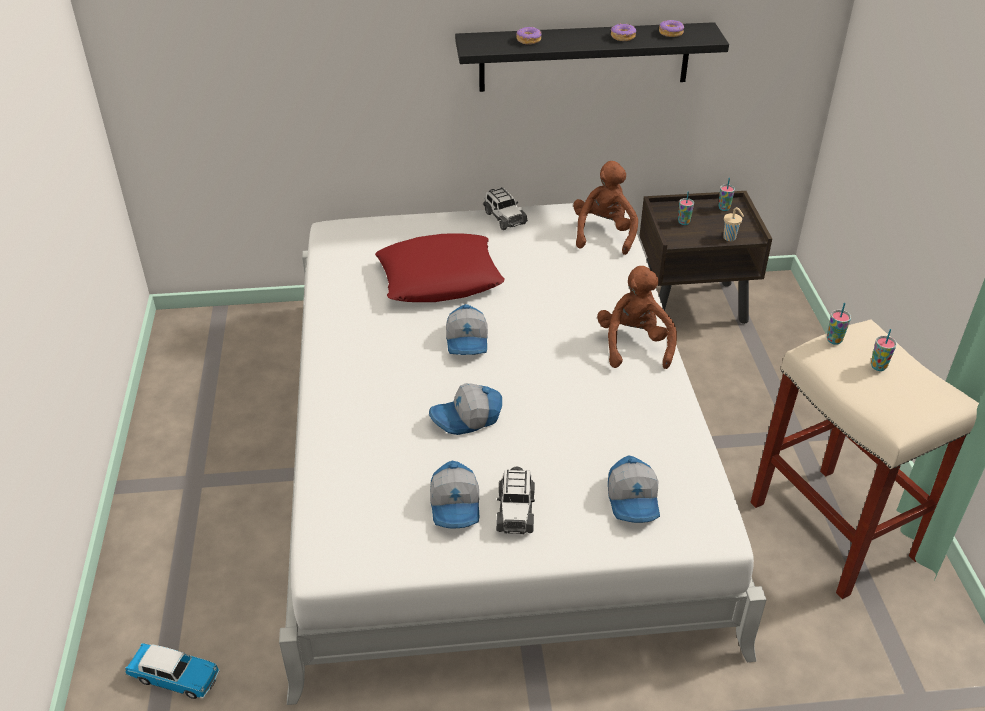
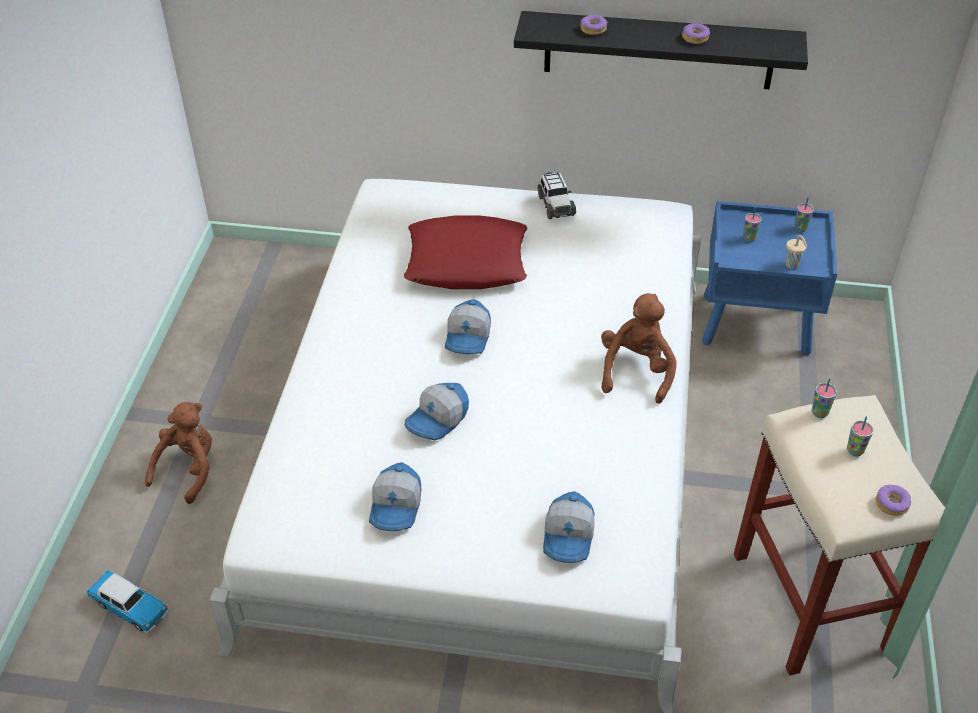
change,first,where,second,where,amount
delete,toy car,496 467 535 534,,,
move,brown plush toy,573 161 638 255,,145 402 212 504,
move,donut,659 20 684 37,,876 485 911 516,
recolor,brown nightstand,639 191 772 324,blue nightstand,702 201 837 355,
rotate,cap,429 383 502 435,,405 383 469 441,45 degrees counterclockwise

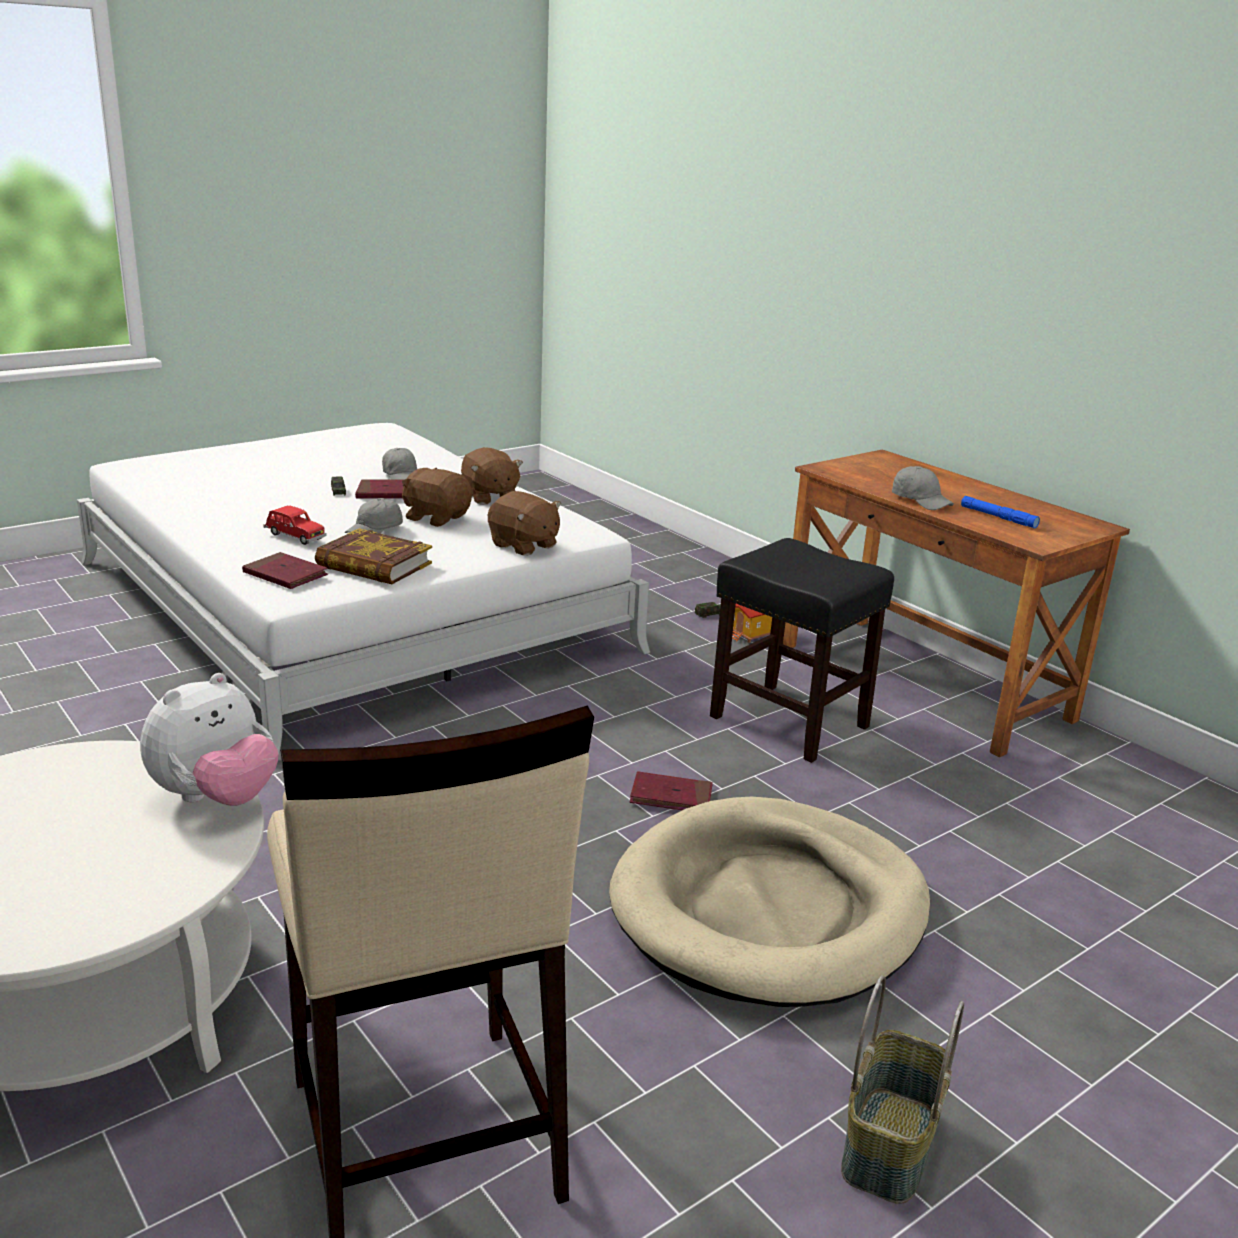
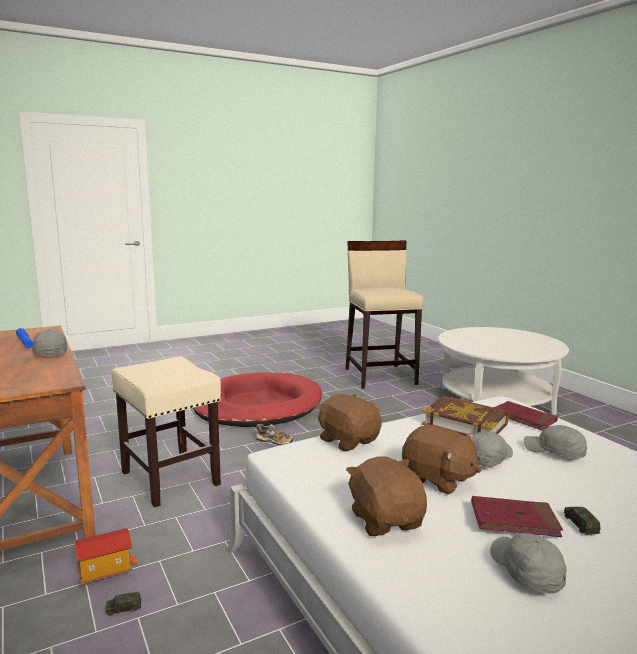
change,first,where,second,where,amount
delete,plush toy,140 673 278 806,,,
delete,basket,841 975 964 1204,,,
replace,red toy car,263 505 327 545,grey cap,524 425 587 458,
replace,red book,630 771 713 810,shoe,256 424 294 446,
recolor,beige dog bed,609 797 930 1007,red dog bed,193 373 322 427,
recolor,black stool,710 538 894 763,beige stool,111 356 221 508,

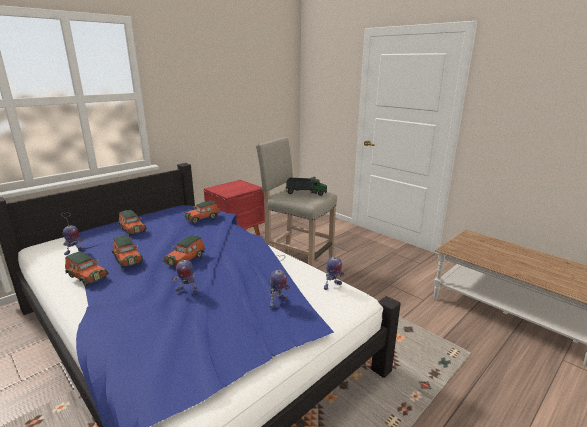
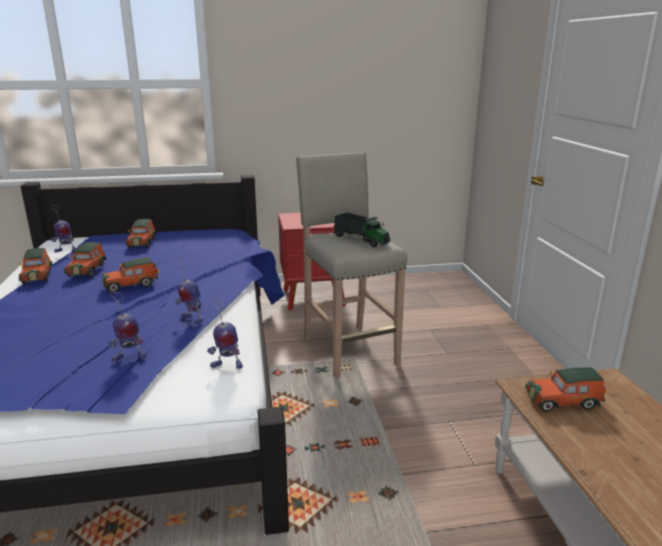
change,first,where,second,where,amount
move,toy robot,172 244 198 293,,175 259 203 325,
move,toy car,184 200 220 224,,525 367 607 412,

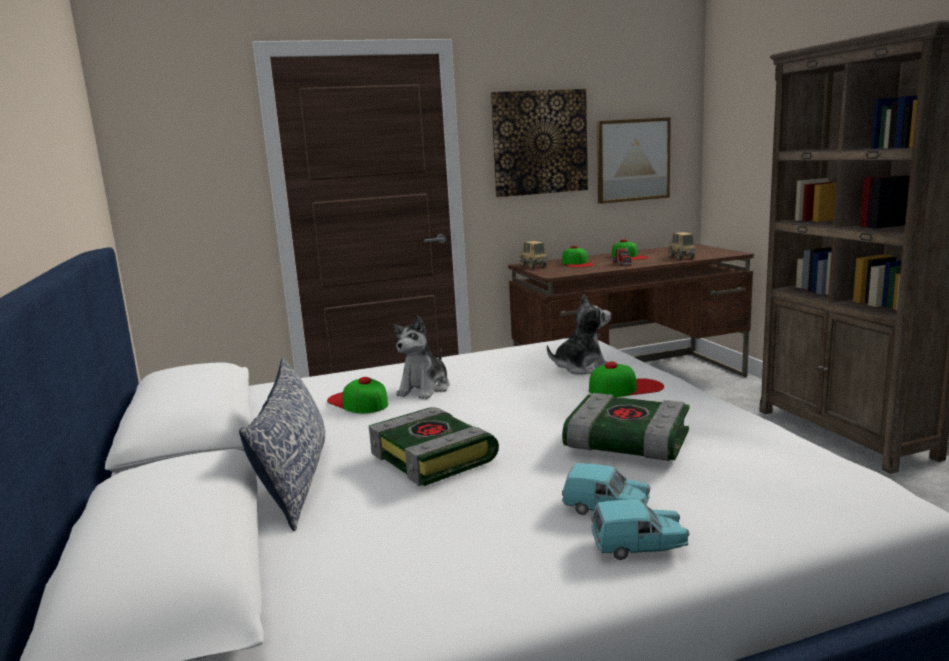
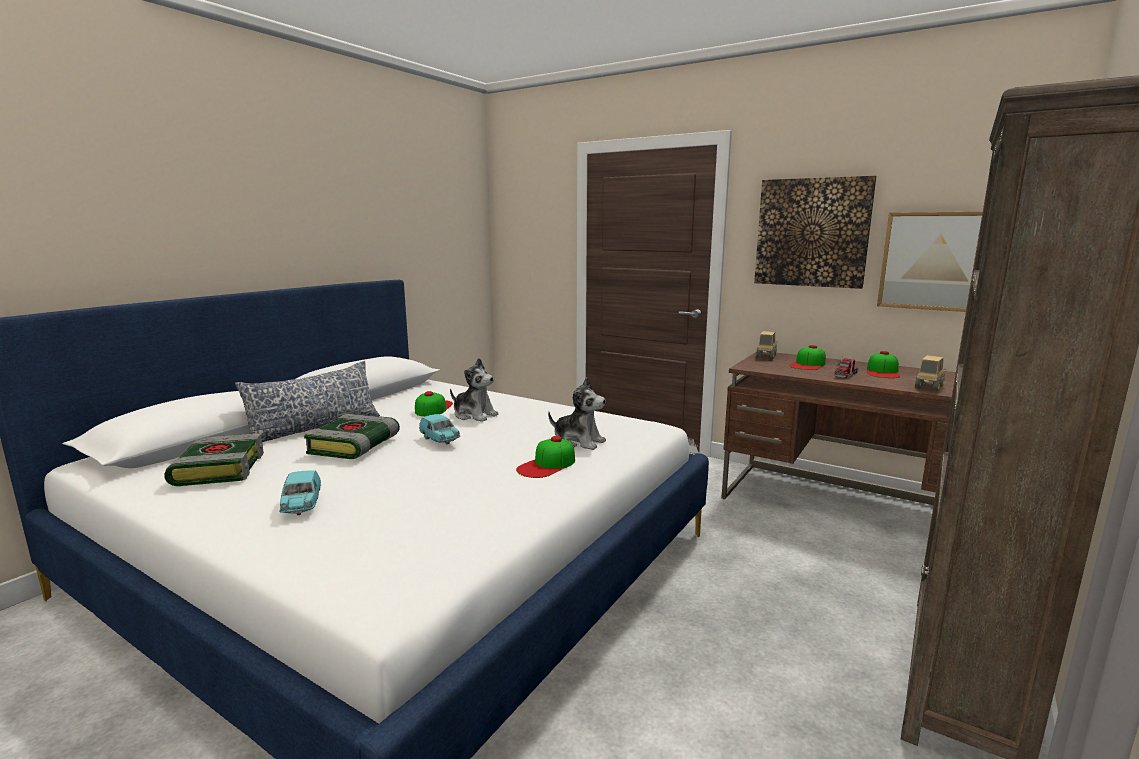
change,first,where,second,where,amount
move,book,562 393 689 461,,164 433 264 486,
move,turquoise toy car,591 499 689 560,,419 414 460 444,
rotate,plush toy,393 315 450 399,,450 358 499 422,135 degrees counterclockwise
rotate,cap,589 362 664 397,,516 436 575 478,90 degrees clockwise

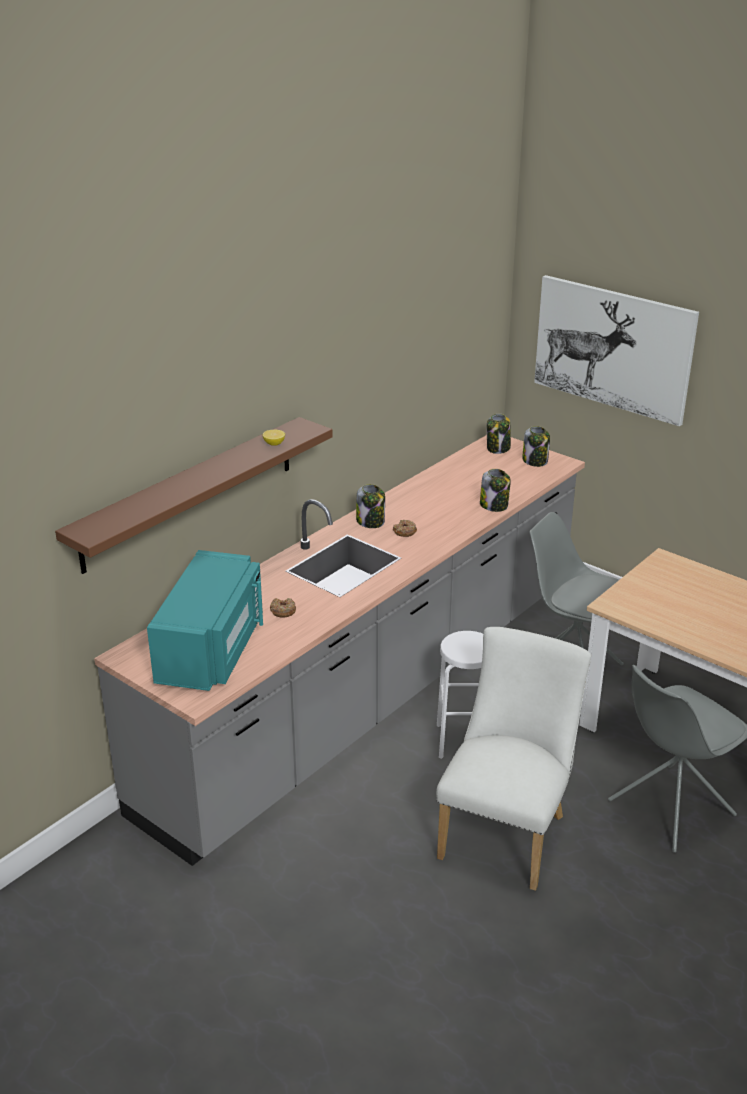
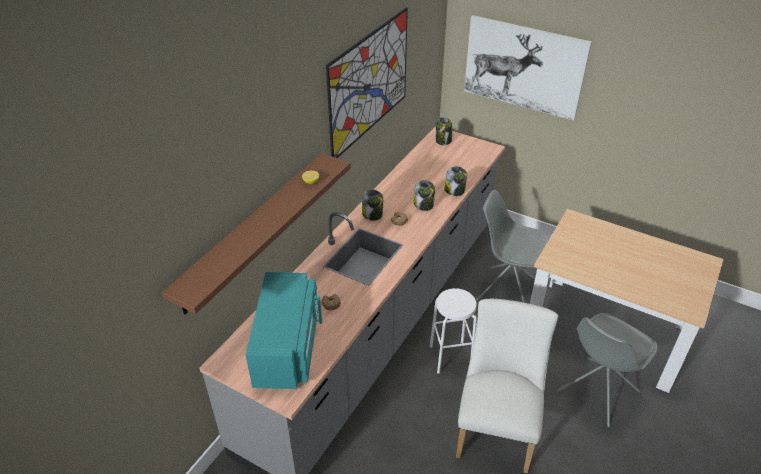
change,first,where,second,where,amount
insert,,,picture,326 8 408 158,
move,jar,522 426 550 467,,414 180 435 211,

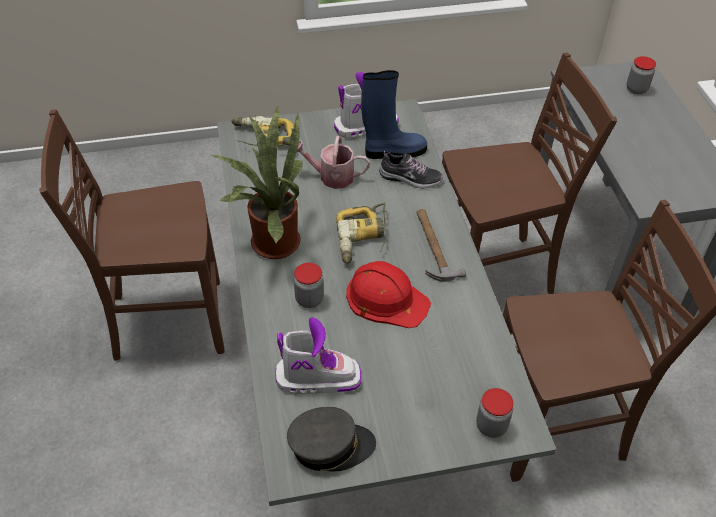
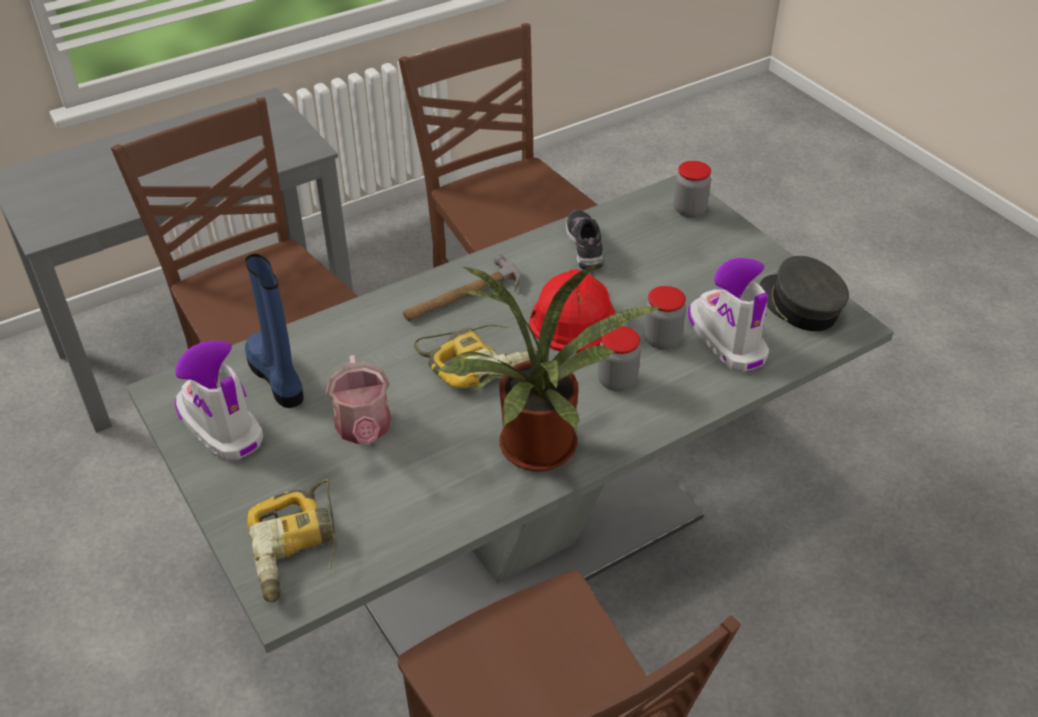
change,first,where,second,where,amount
move,shoe,379 151 443 189,,566 210 604 270,
move,jar,627 56 656 94,,644 286 686 349,

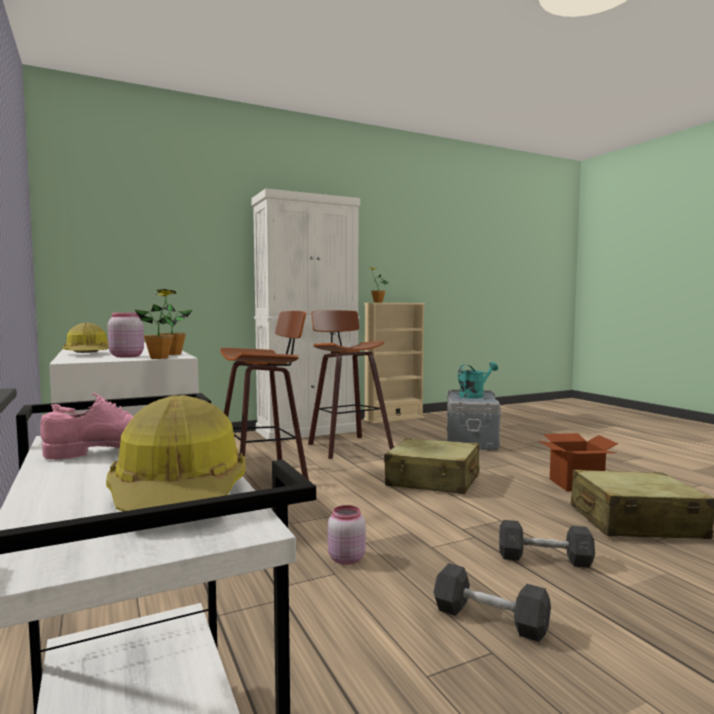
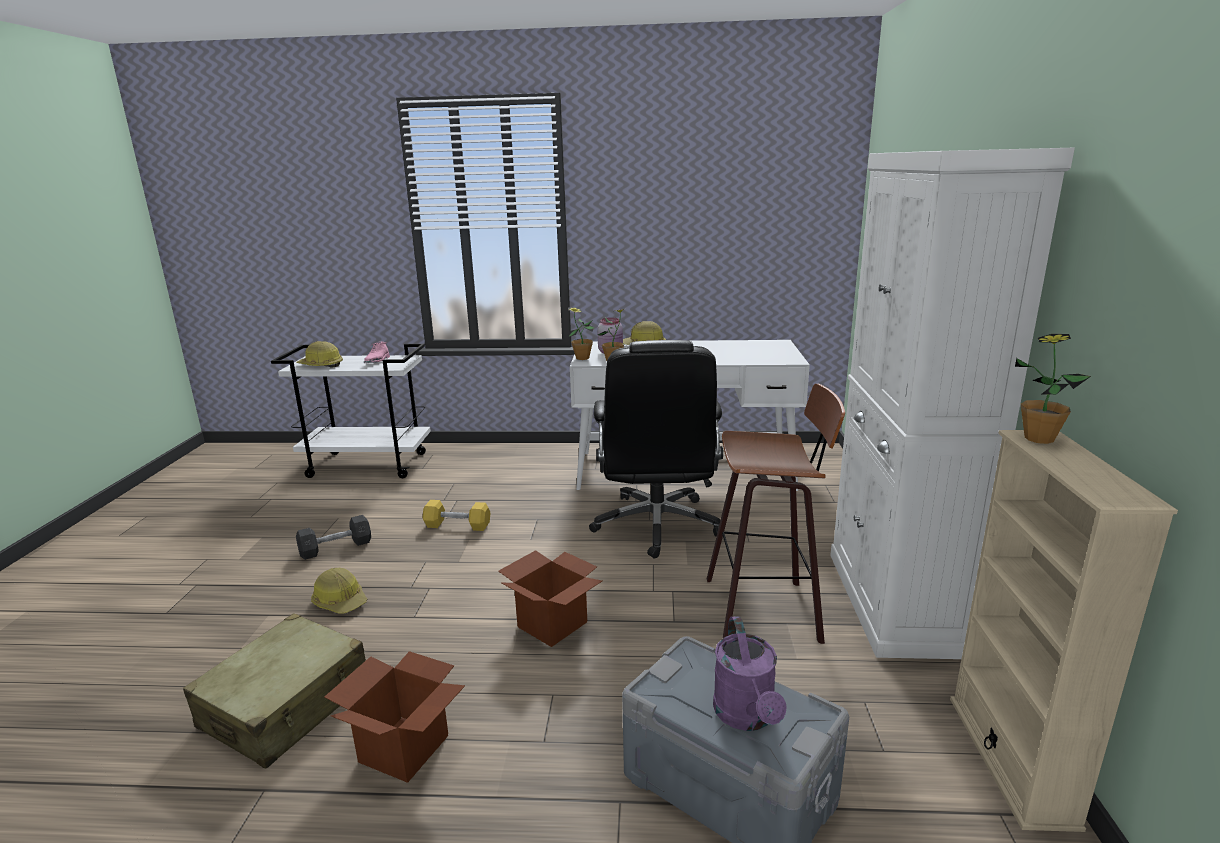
change,first,where,second,where,amount
replace,stool,220 311 309 480,black office chair,589 340 723 559,
replace,pink jar,328 505 366 565,yellow dumbbell,422 500 491 531,
replace,beige suitcase,384 438 479 494,cardboard box,498 550 602 647,
replace,grey dumbbell,499 520 595 568,hard hat,311 568 368 614,
recolor,turquoise watering can,458 362 498 399,purple watering can,713 616 787 731,

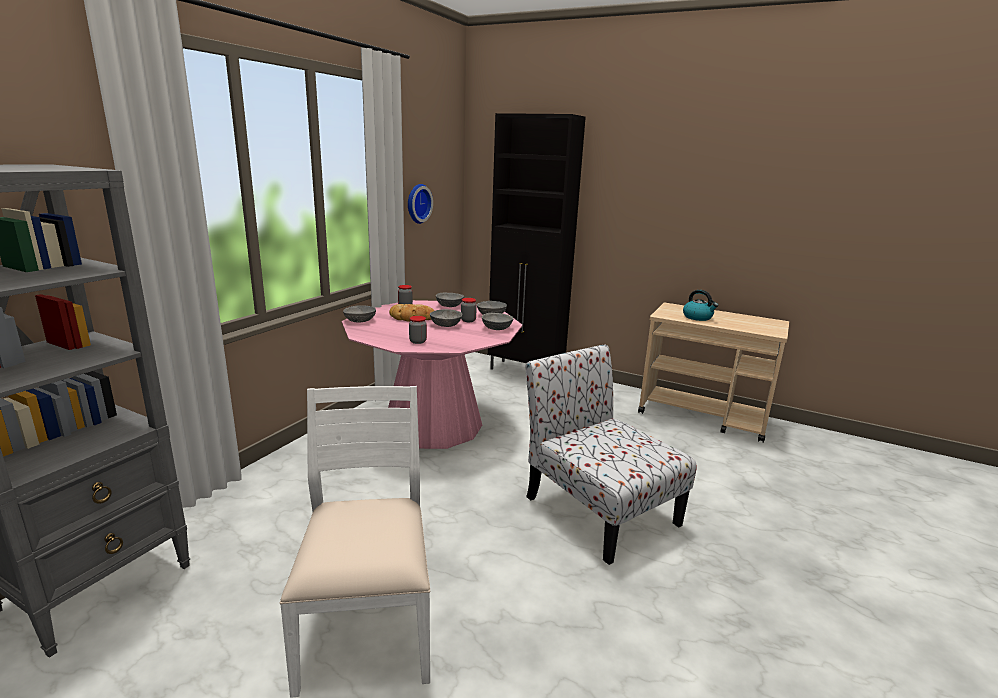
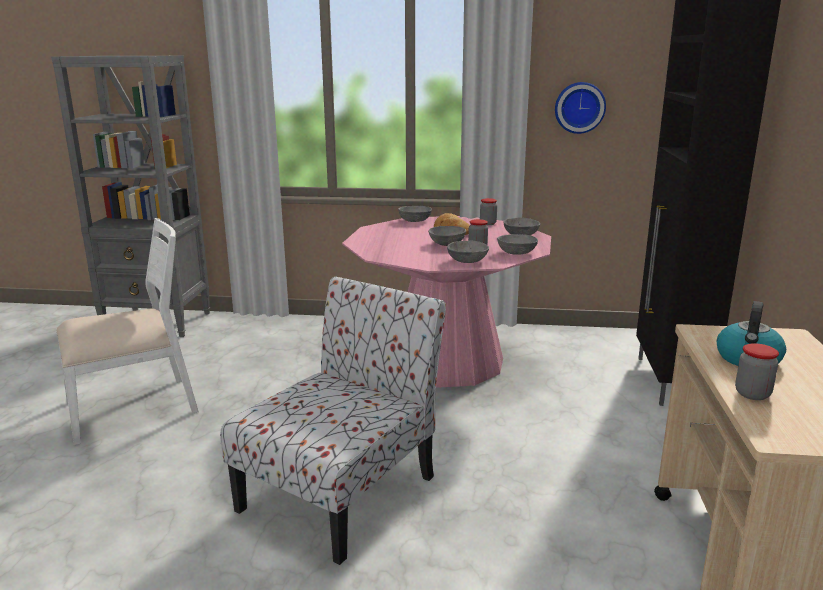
change,first,where,second,where,amount
move,jar,409 316 427 344,,735 343 779 400,

